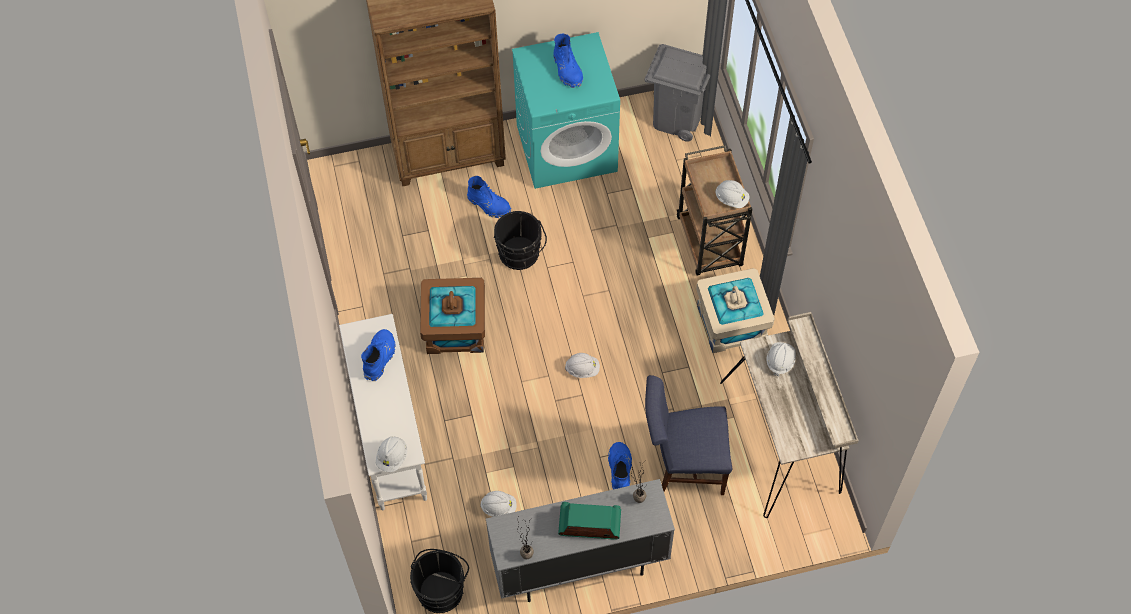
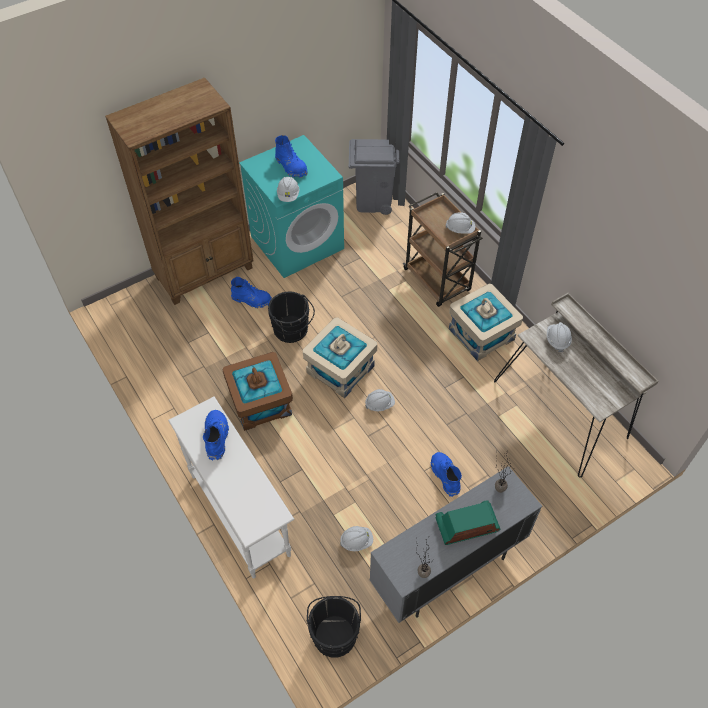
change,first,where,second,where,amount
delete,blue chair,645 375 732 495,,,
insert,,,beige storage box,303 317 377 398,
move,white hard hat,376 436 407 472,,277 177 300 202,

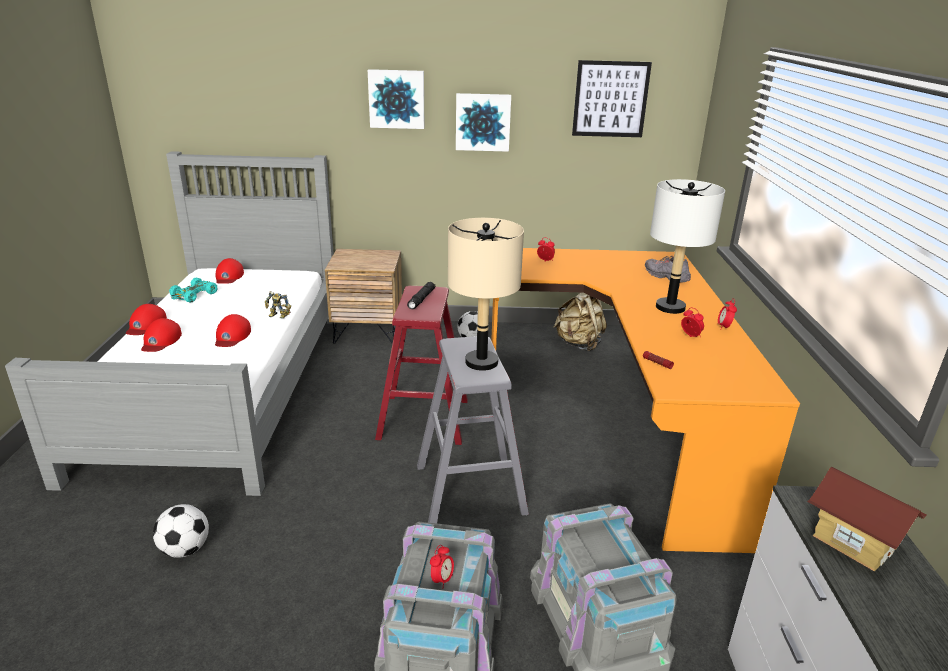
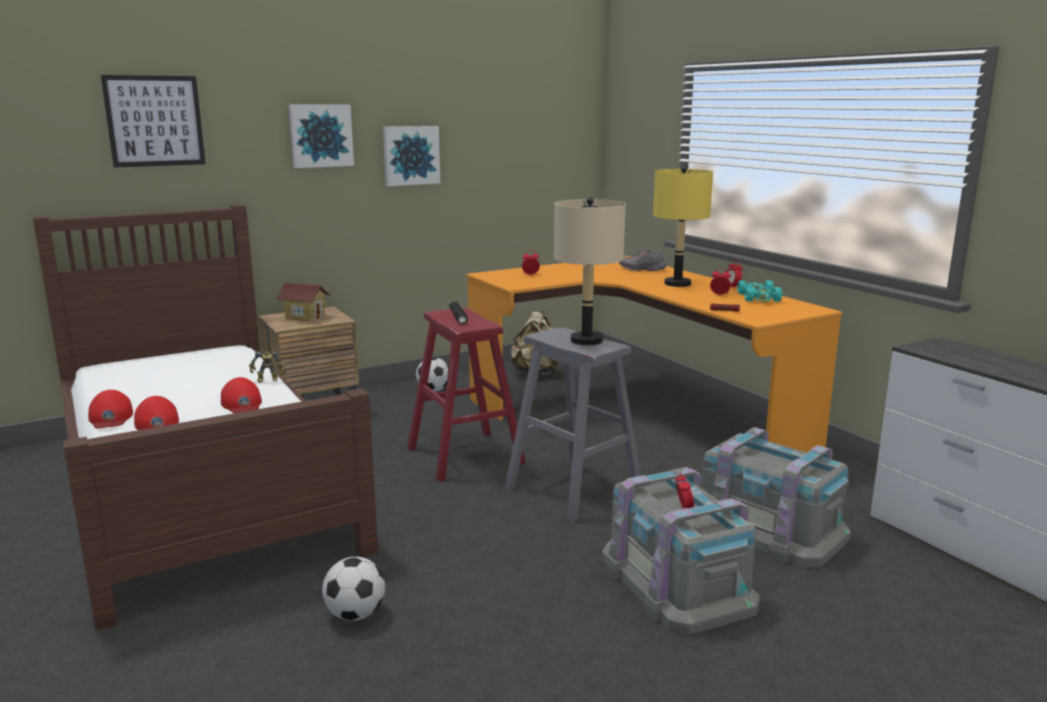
change,first,where,second,where,amount
delete,red cap,216 258 244 284,,,
move,turquoise toy car,169 277 218 303,,737 280 782 302,
move,picture,572 60 652 137,,101 75 206 168,
move,toy house,807 467 927 572,,275 283 331 321,
recolor,grey bed,5 151 337 496,brown bed,33 205 378 631,
recolor,grey table lamp,650 179 725 314,yellow table lamp,653 166 713 287,

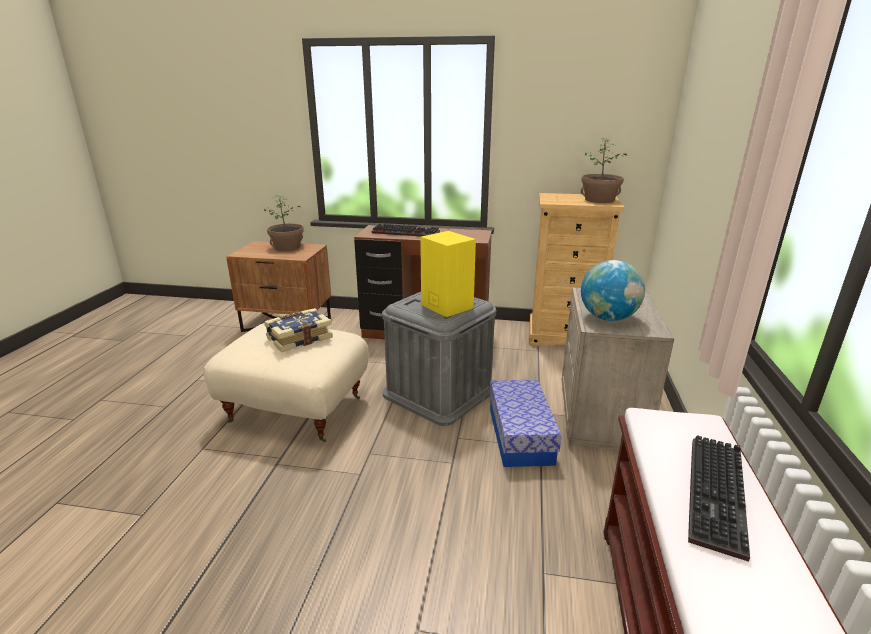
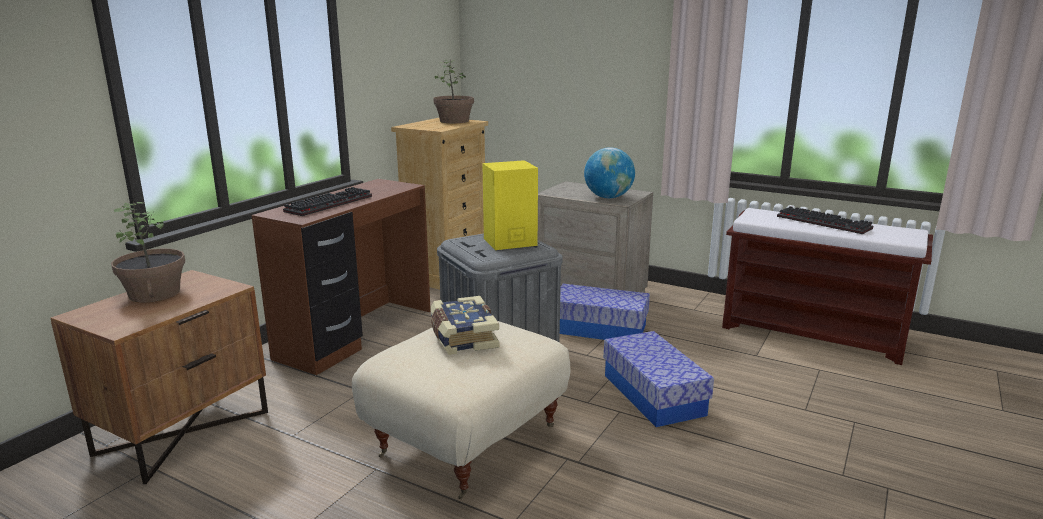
change,first,where,second,where,amount
insert,,,storage box,604 331 714 427,

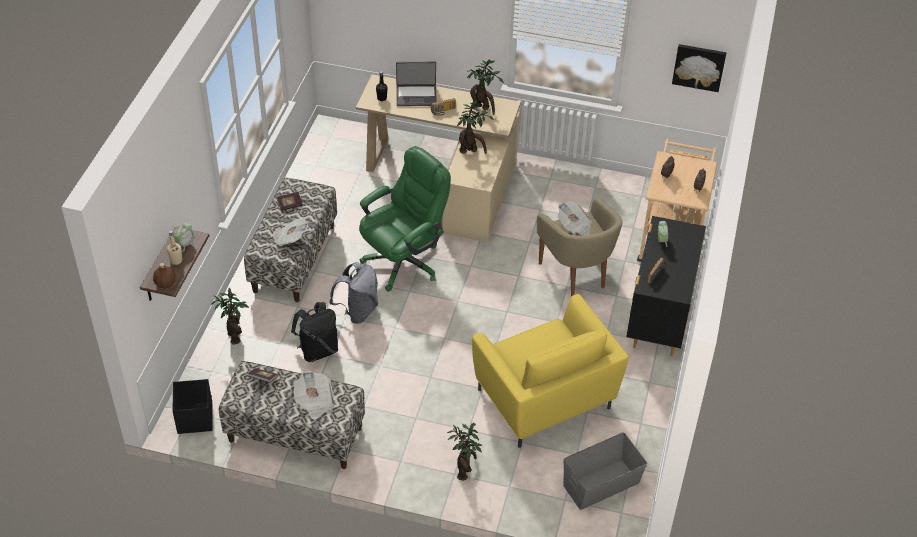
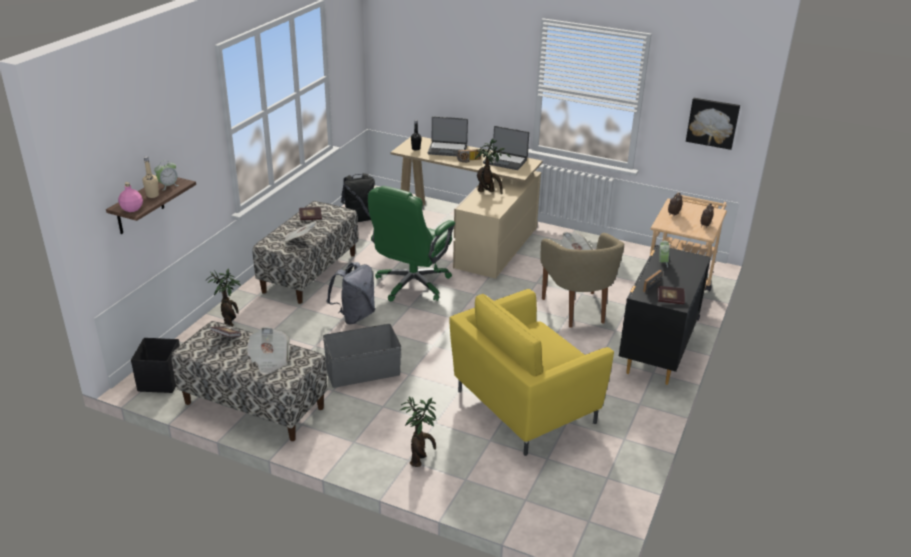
change,first,where,second,where,amount
insert,,,book,657 286 685 305,
move,black backpack,291 302 338 362,,341 173 375 222,
move,grey storage box,563 433 647 510,,323 324 401 388,
replace,potted plant,467 59 504 115,laptop,483 126 529 170,
recolor,brown bottle,153 263 176 289,pink bottle,118 182 143 212,
rotate,green office chair,359 146 451 292,,368 186 455 301,150 degrees clockwise
rotate,yellow armchair,472 294 629 448,,449 289 614 456,75 degrees clockwise

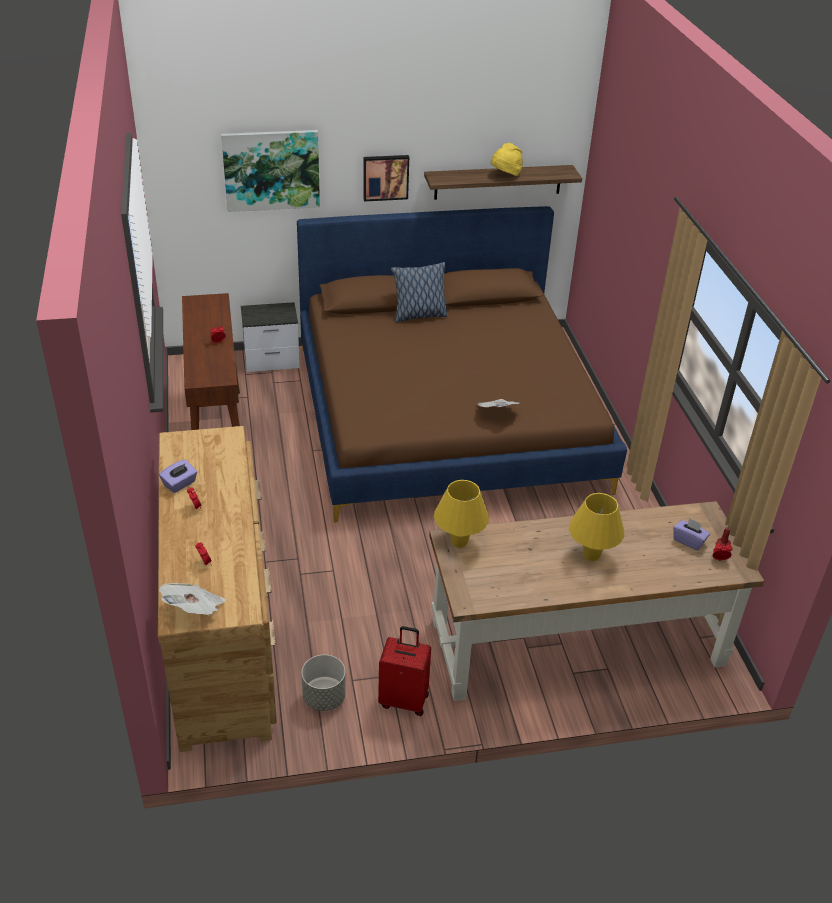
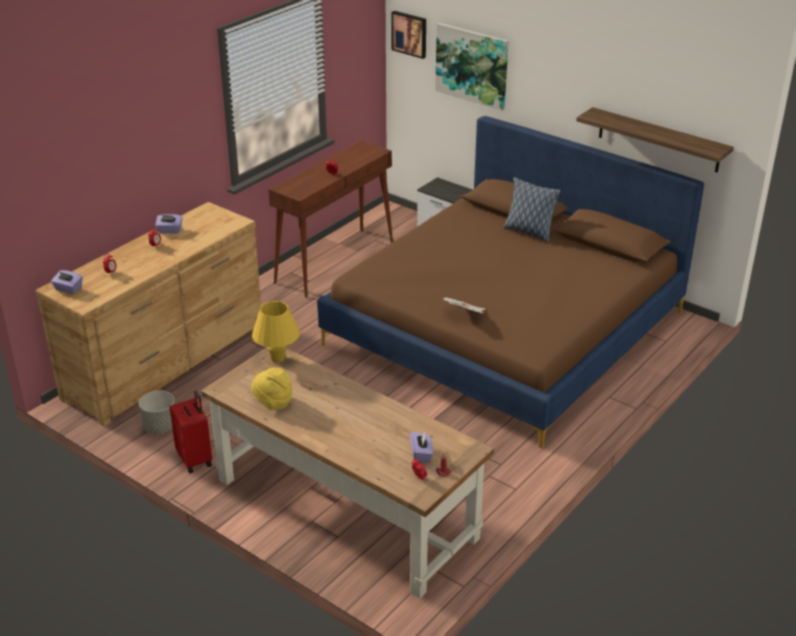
change,first,where,second,where,amount
delete,yellow table lamp,569 493 624 561,,,
move,picture,363 155 409 202,,392 11 426 59,
move,yellow hat,491 143 523 176,,251 367 293 410,
replace,newspaper,159 583 226 615,purple tissue box,51 270 83 294,

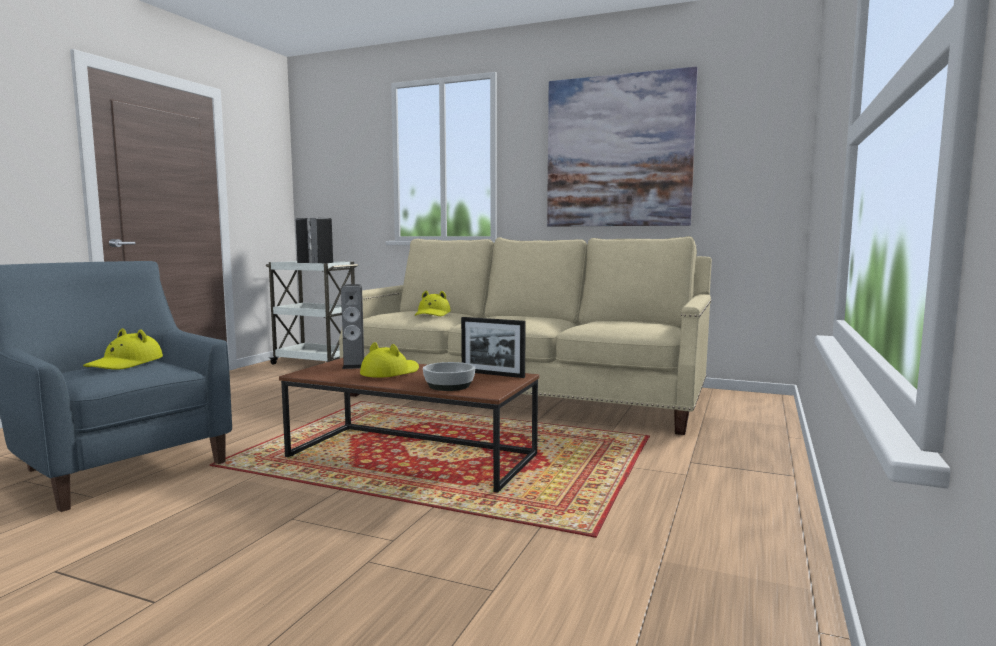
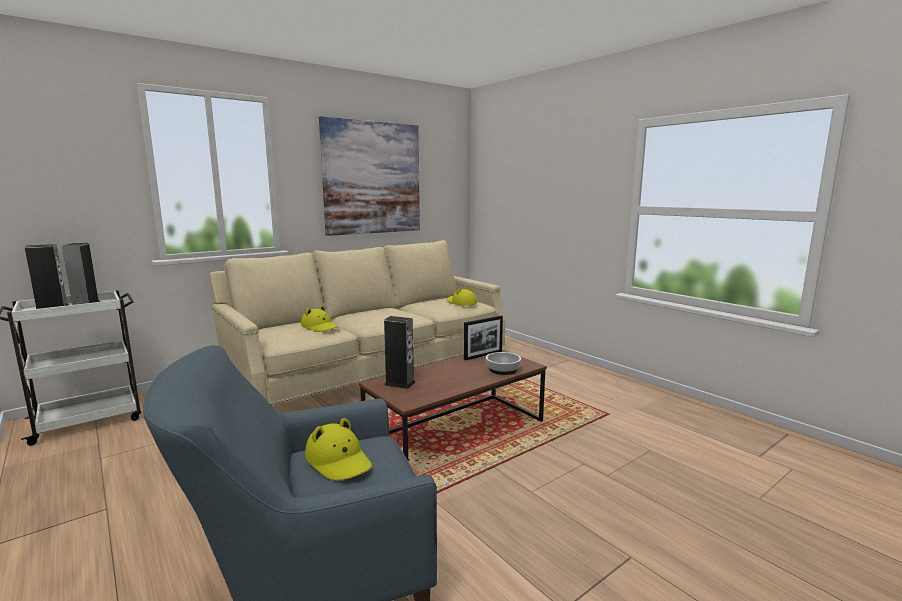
change,first,where,second,where,amount
move,yellow hat,360 342 419 378,,447 287 477 306,

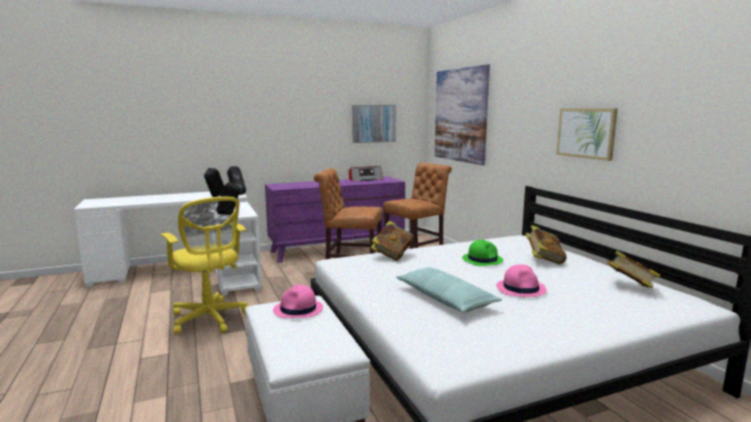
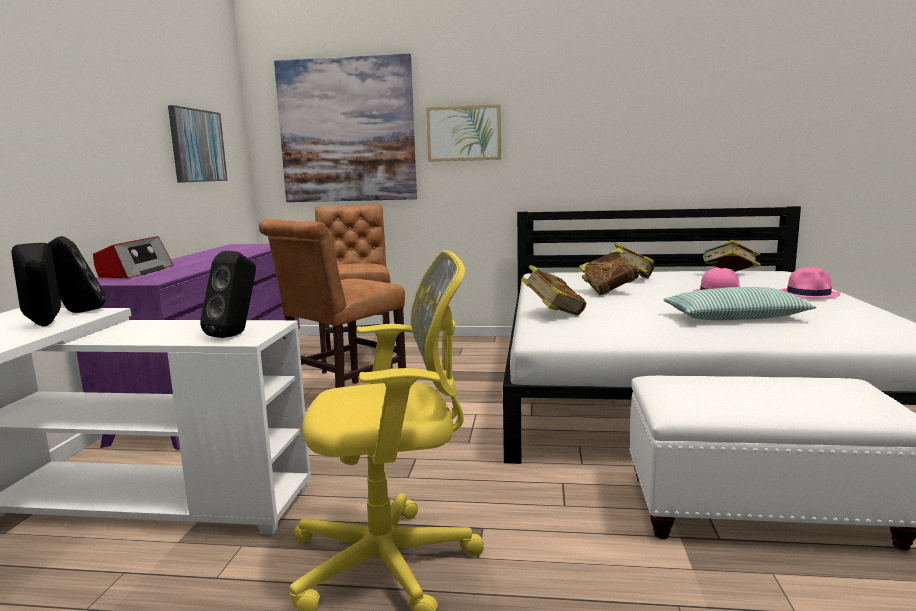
change,first,where,second,where,amount
move,pink hat,273 285 323 318,,780 267 841 298,
move,radio,349 166 383 182,,93 236 173 278,
move,picture,556 108 618 161,,426 104 501 162,
replace,green hat,462 240 503 266,book,579 248 641 295,

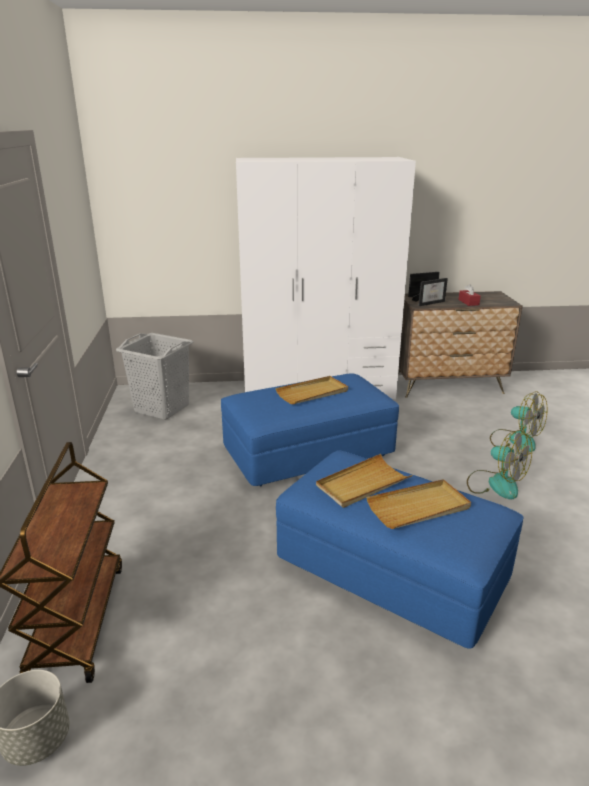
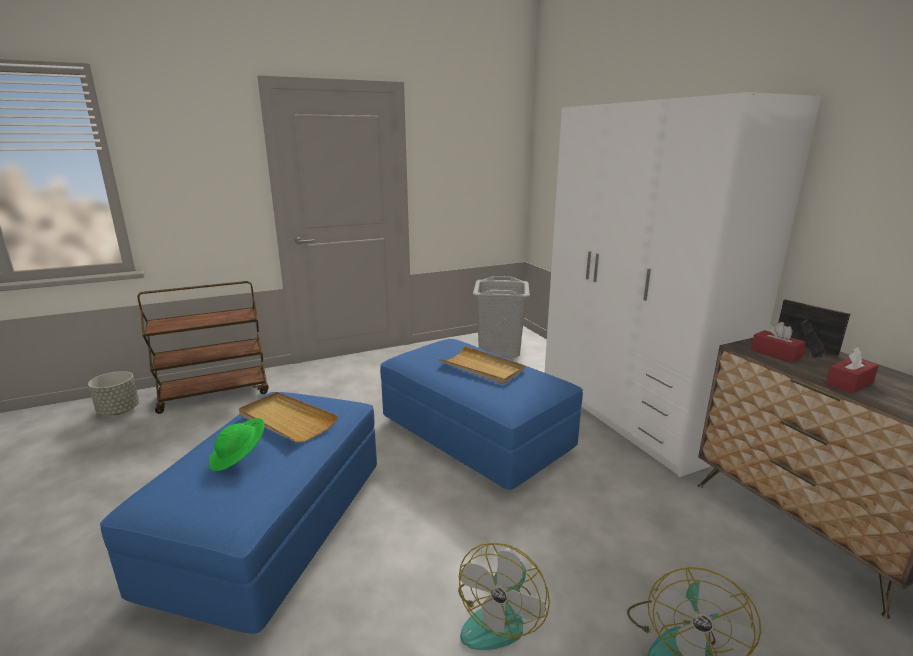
change,first,where,second,where,amount
replace,beige tray,366 479 471 529,green hat,209 418 264 471,
replace,picture frame,412 278 448 306,red tissue box,751 322 806 363,

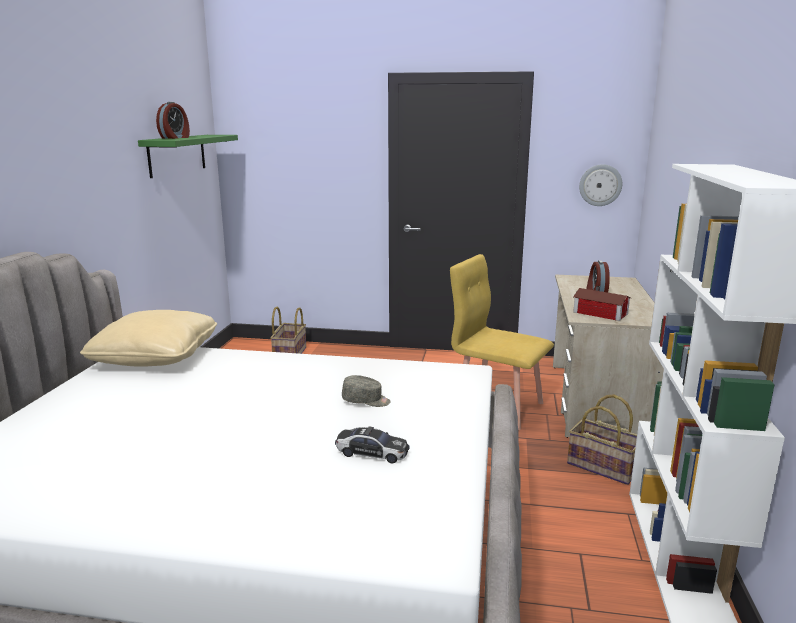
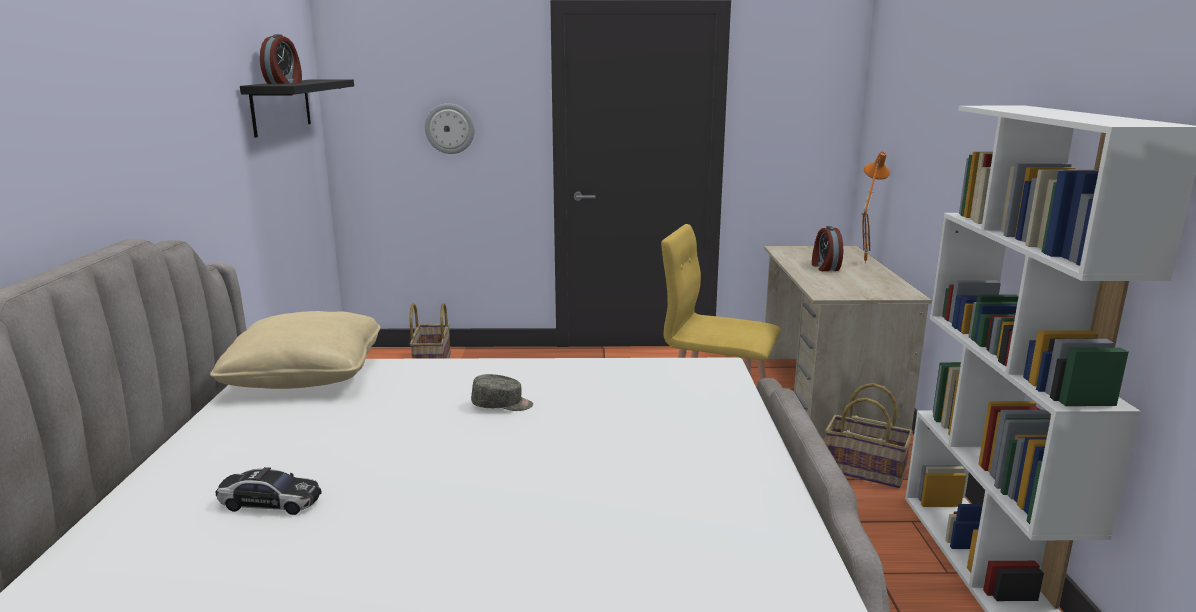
change,first,where,second,where,amount
delete,toy house,573 286 631 321,,,
insert,,,orange table lamp,862 151 890 264,
move,toy car,335 426 409 464,,216 467 322 515,
move,grey cap,342 375 391 407,,471 374 533 411,
move,wall clock,579 164 622 206,,425 103 475 154,
recolor,green shelf,138 135 238 178,black shelf,240 79 354 137,

